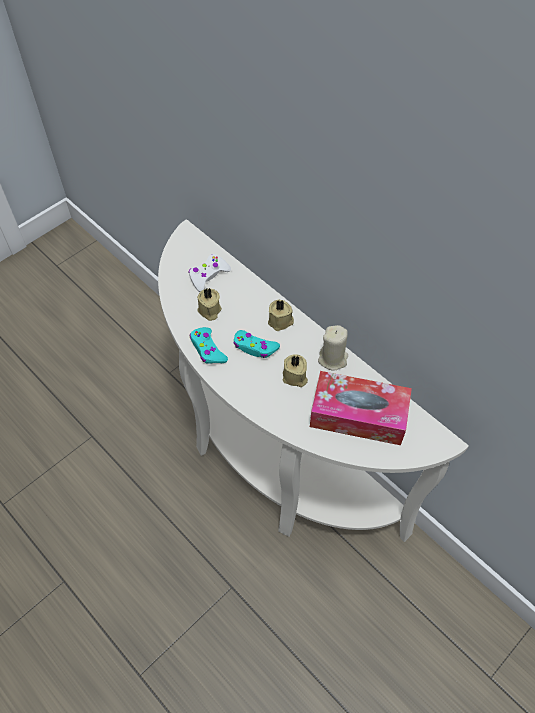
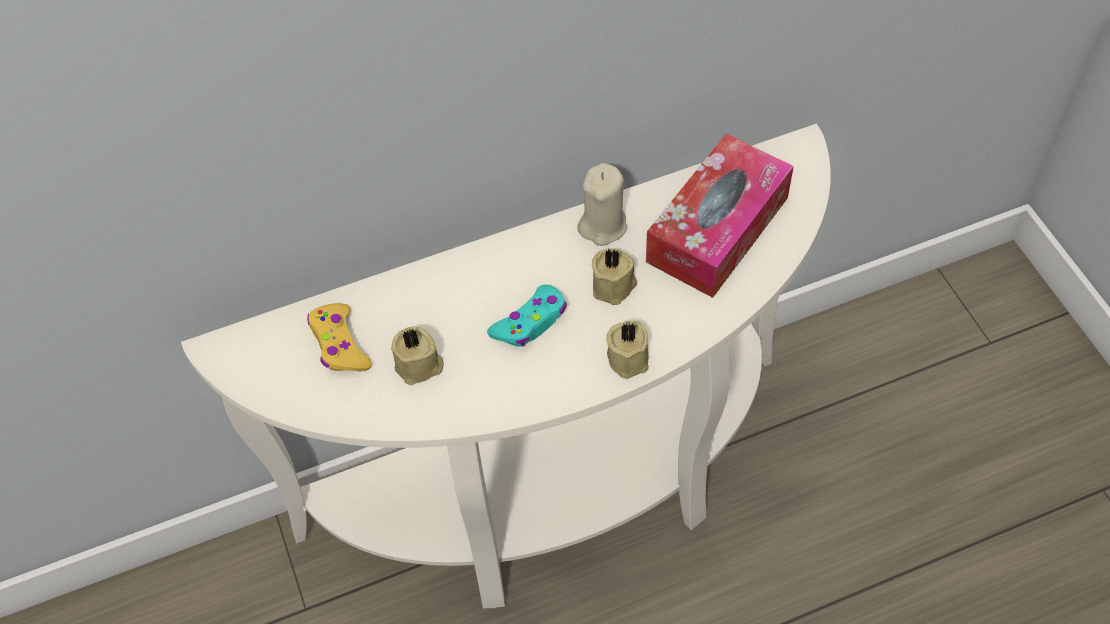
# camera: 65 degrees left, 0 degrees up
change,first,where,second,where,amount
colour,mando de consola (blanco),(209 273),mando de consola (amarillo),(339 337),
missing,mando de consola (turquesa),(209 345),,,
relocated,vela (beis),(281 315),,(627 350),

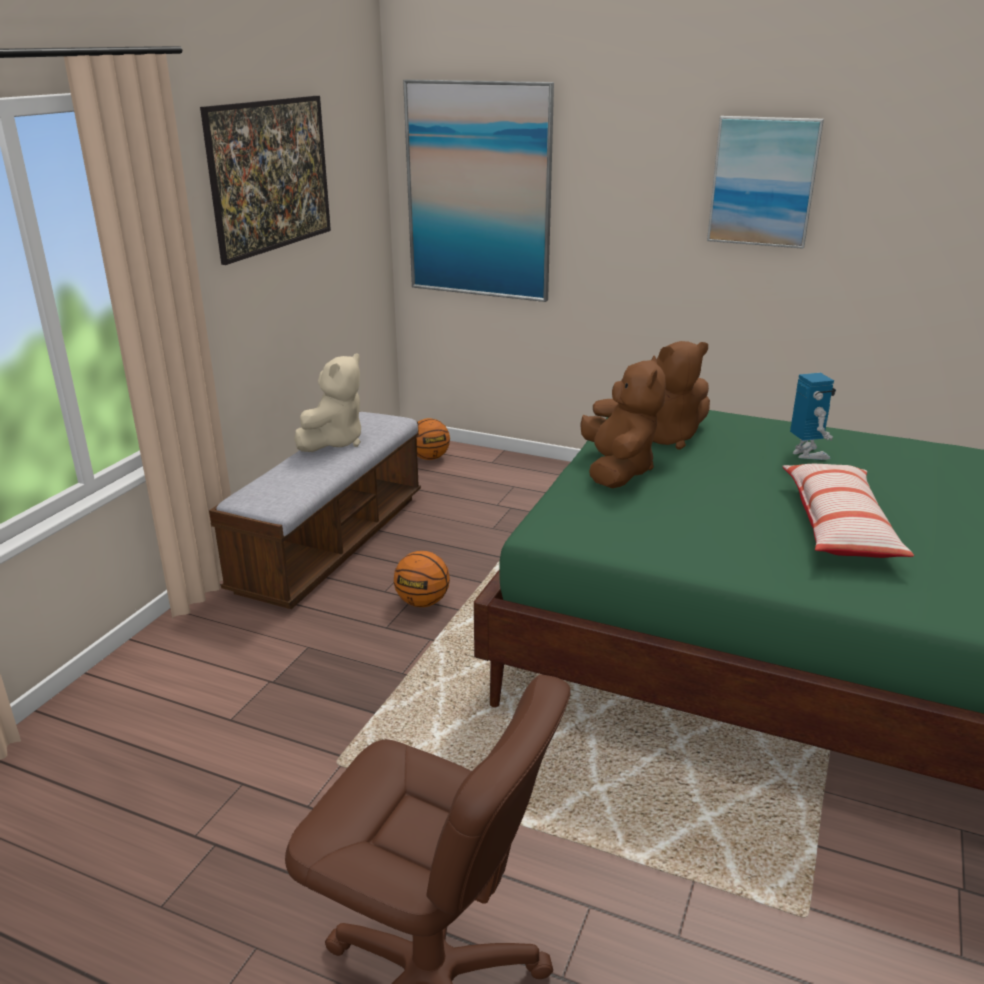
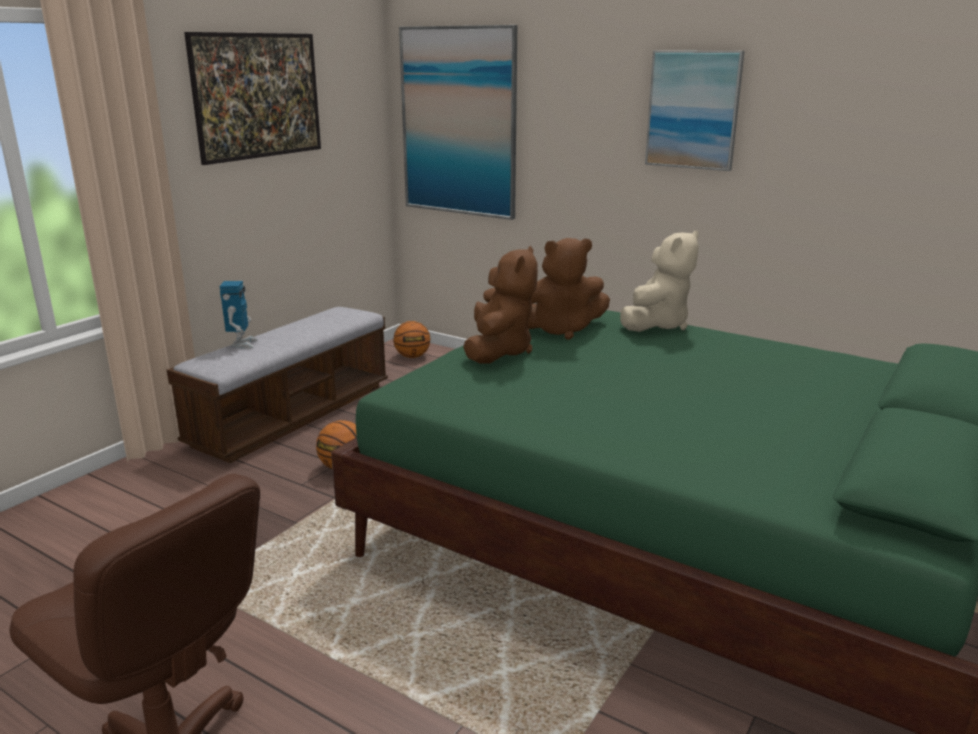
# camera: 10 degrees right, 5 degrees down
change,first,where,second,where,amount
relocated,peluche (beis),(327 402),,(659 281),
missing,cojín,(848 511),,,
relocated,robot de juguete,(813 416),,(239 315),

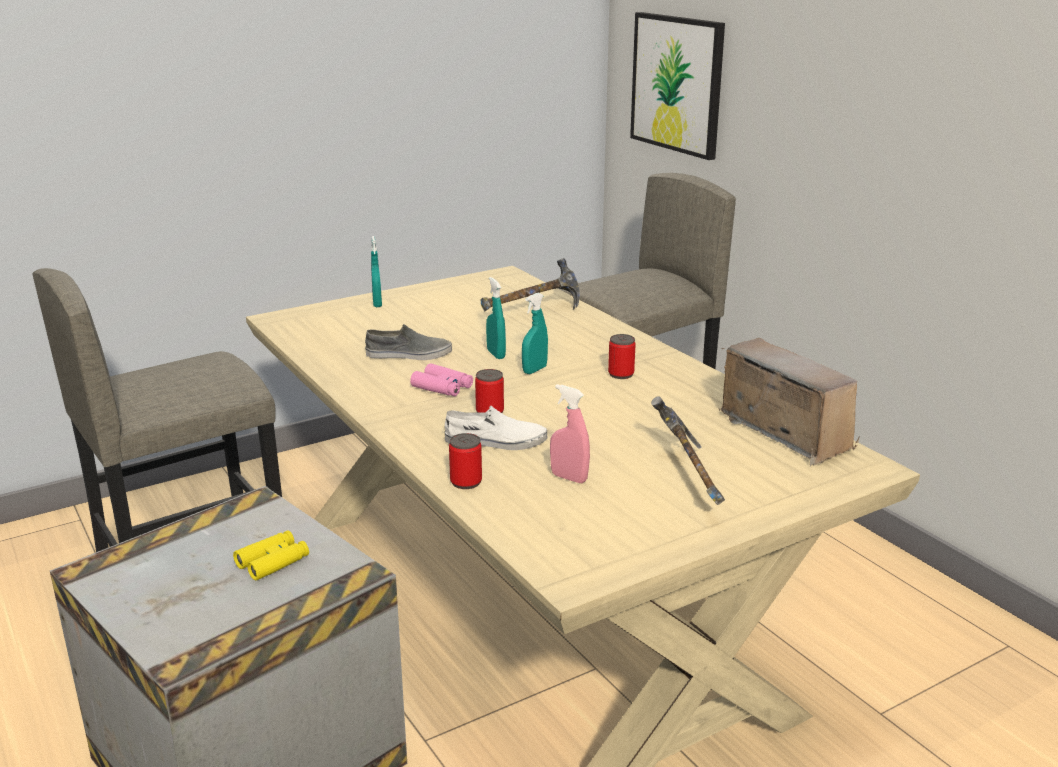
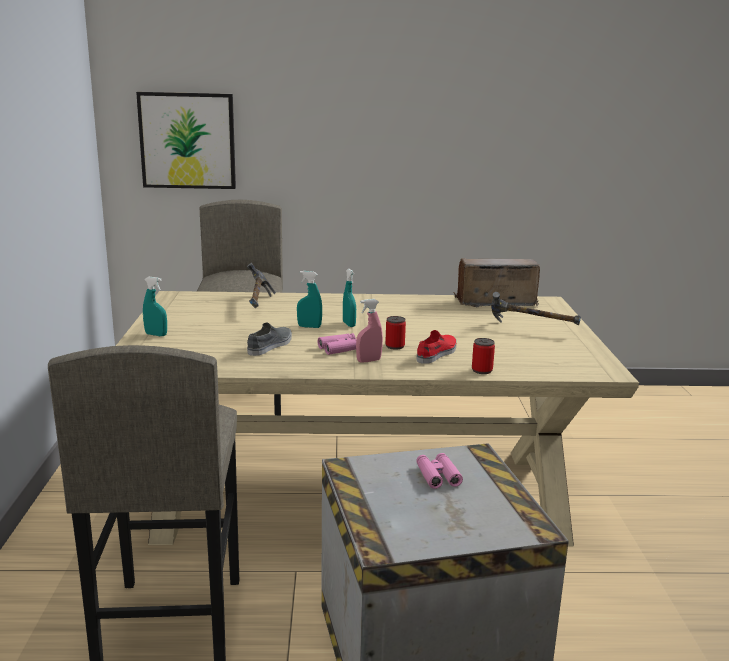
# camera: 60 degrees left, 5 degrees down
change,first,where,second,where,amount
colour,prismáticos (amarillo),(271 555),prismáticos (rosa),(439 471),
colour,zapato (blanco),(496 428),zapato (rojo),(436 347),
relocated,pulverizador (rosa),(570 433),,(369 331),
missing,lata,(622 356),,,

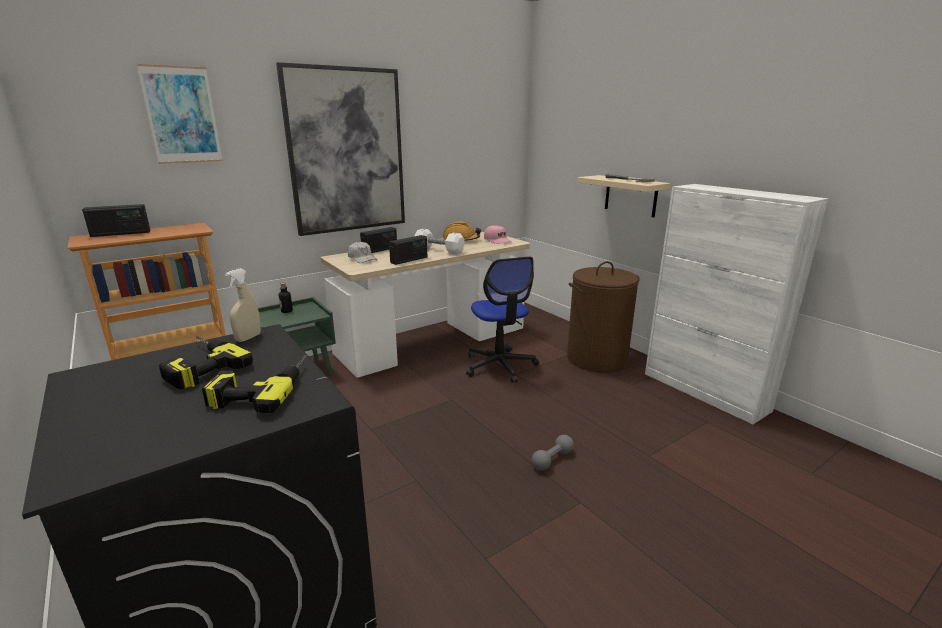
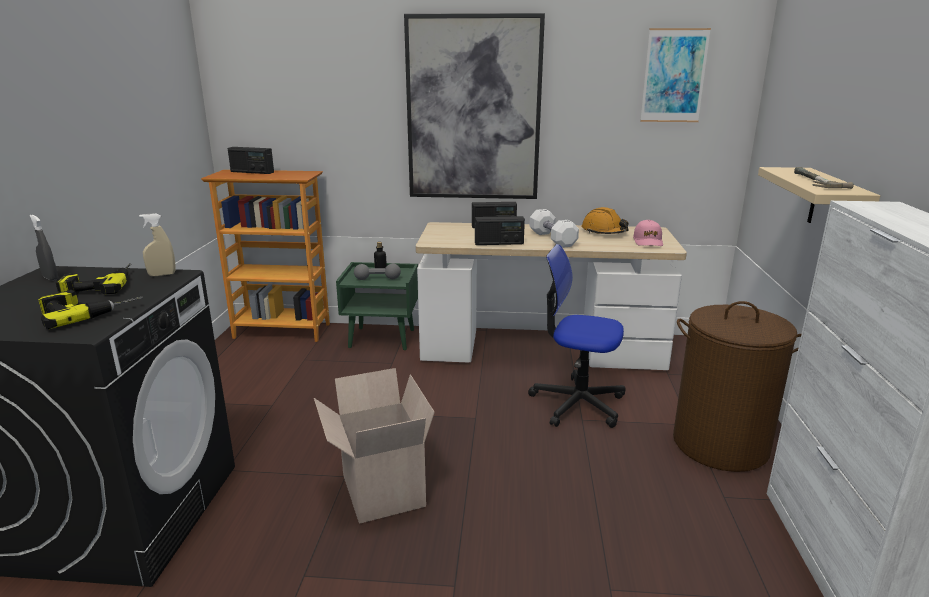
# camera: 40 degrees right, 0 degrees up
change,first,where,second,where,amount
relocated,cuadro,(180 114),,(675 75),
missing,gorra (blanco),(362 252),,,
spun,silla de oficina,(502 319),,(577 336),90 degrees clockwise
relocated,mancuerna (gris),(553 452),,(377 271),
appeared,,,pulverizador (gris),(44 248),
appeared,,,caja de cartón,(374 446),

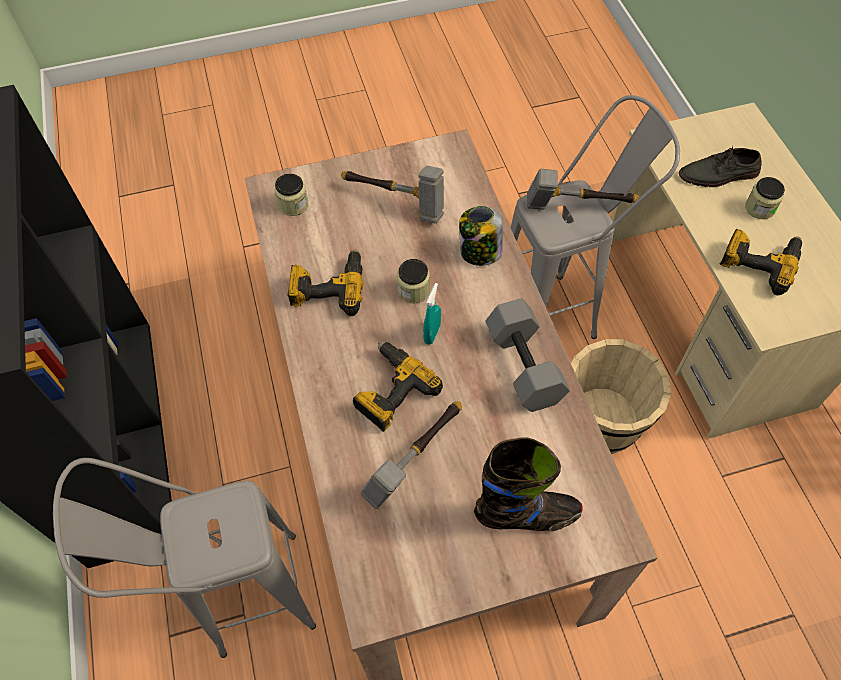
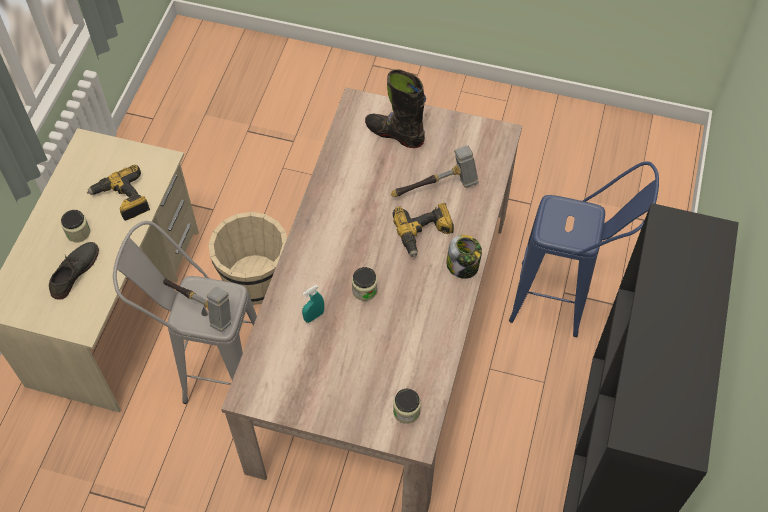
# camera: 150 degrees left, 0 degrees up
change,first,where,second,where,amount
colour,taburete (gris),(184 558),taburete (azul),(584 249),
missing,taladro,(325 282),,,
missing,martillo,(392 194),,,
relocated,pulverizador (turquesa),(432 314),,(313 304),
relocated,tarro,(481 236),,(464 257),
missing,mancuerna (gris),(527 355),,,
spun,zapato (gris),(720 166),,(74 271),90 degrees counterclockwise

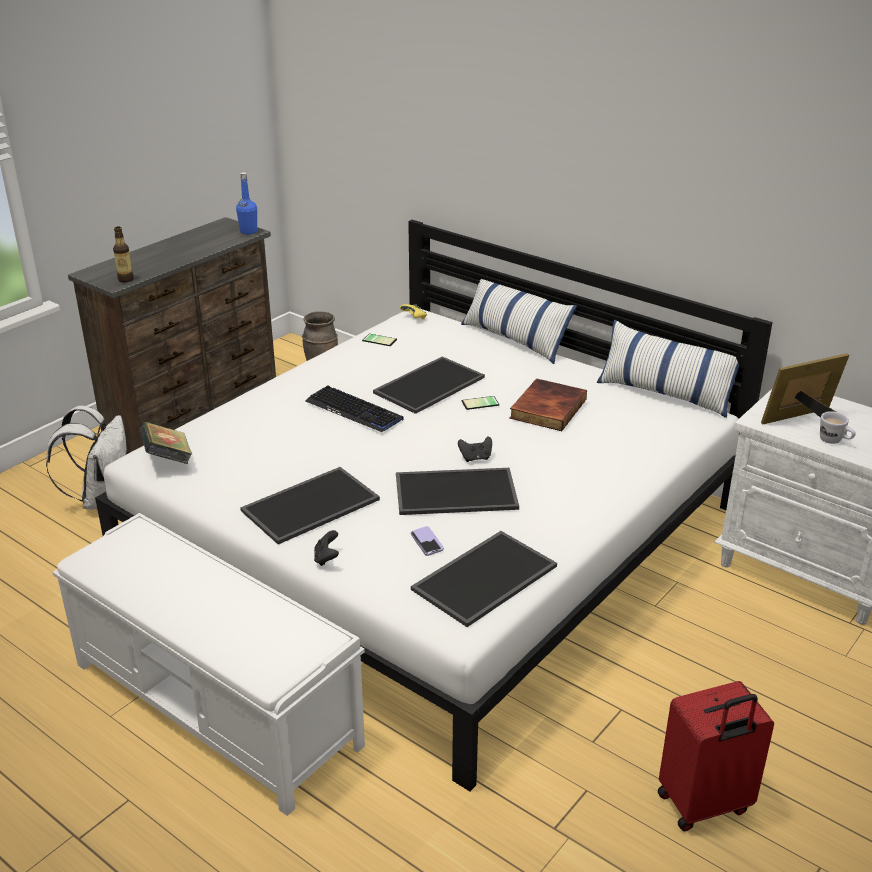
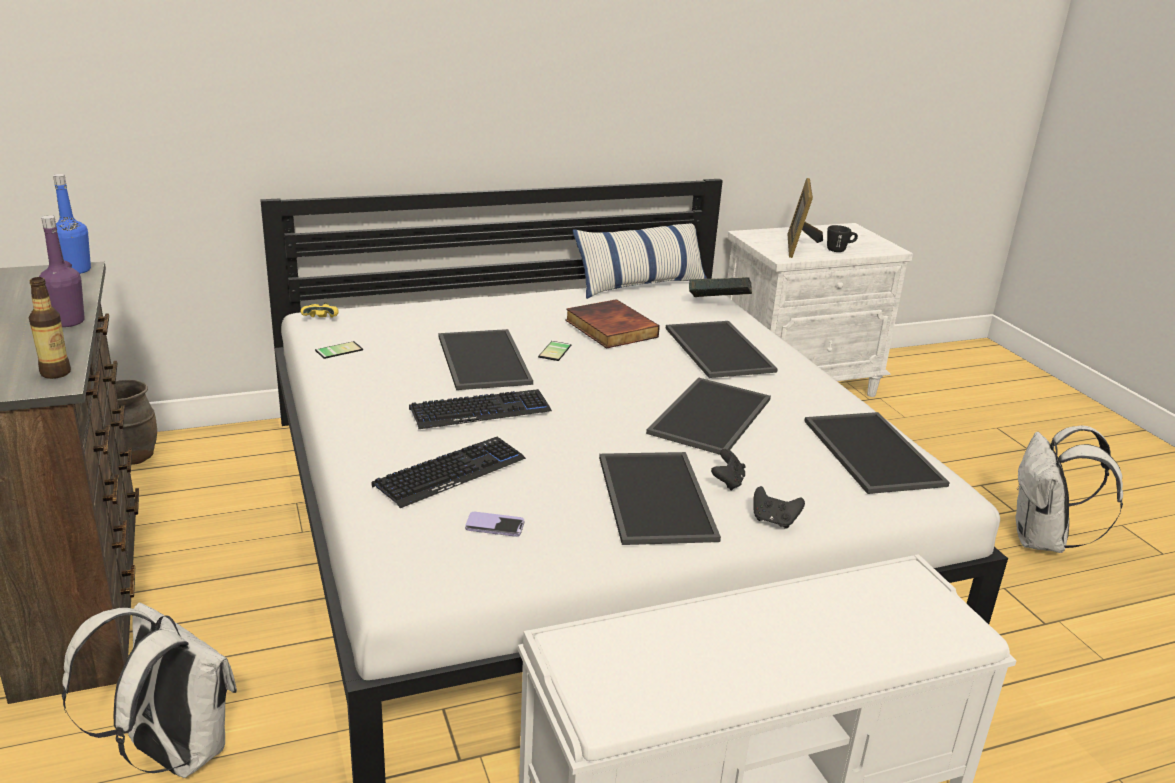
# camera: 60 degrees left, 5 degrees down
change,first,where,second,where,amount
relocated,libro,(166 443),,(720 287),
relocated,móvil,(427 541),,(494 524),
relocated,mando de consola (negro),(475 449),,(728 470),
missing,cojín,(519 321),,,
exchanged,maleta (rojo),(716 756),mochila (blanco),(1069 489),
colour,taza grande (blanco),(838 427),taza grande (negro),(842 238),
appeared,,,botella (morado),(62 271),
appeared,,,teclado,(448 472),
appeared,,,bandeja,(722 349),

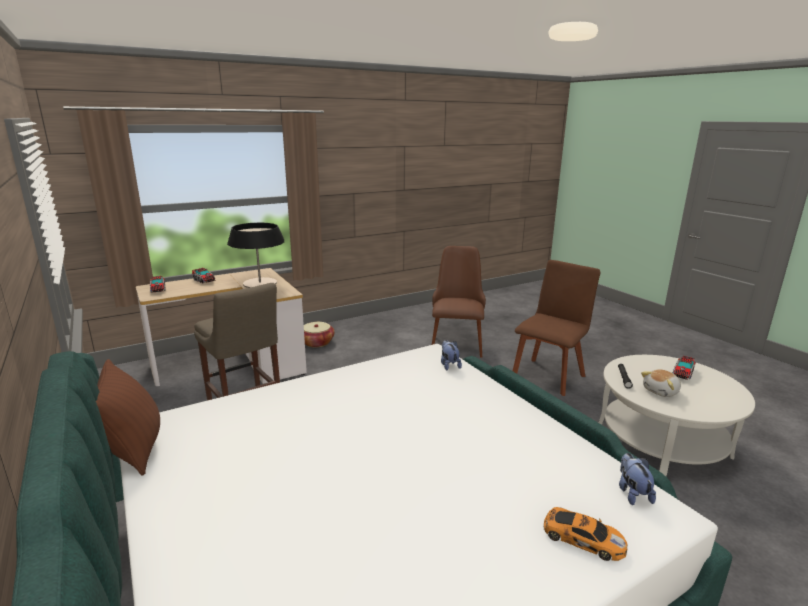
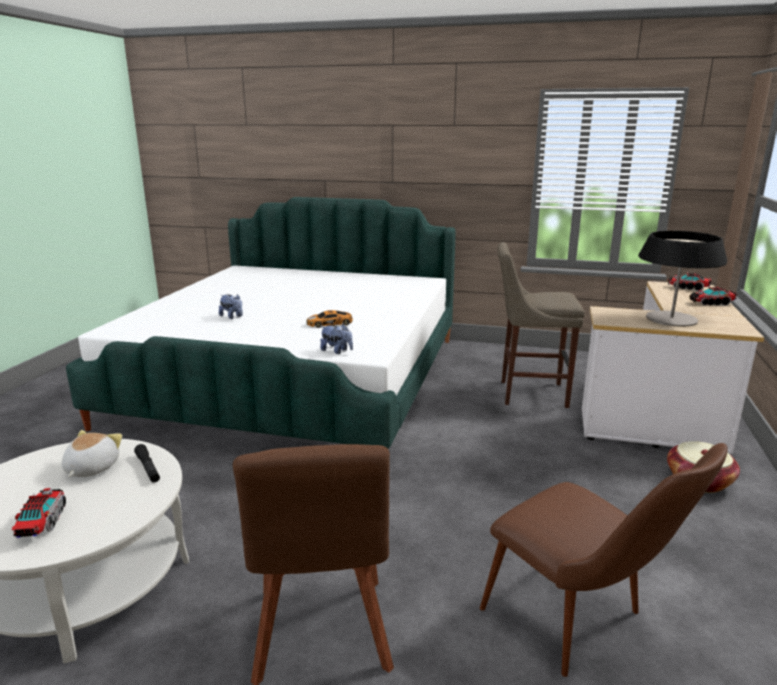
# camera: 135 degrees right, 0 degrees up
change,first,where,second,where,amount
missing,cojín (marrón),(128 417),,,
relocated,coche de juguete,(585 534),,(329 319),
relocated,peluche,(637 479),,(231 306),

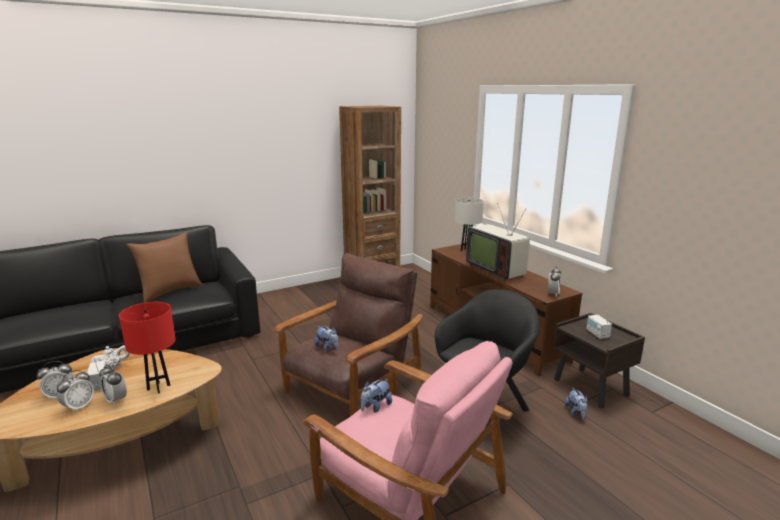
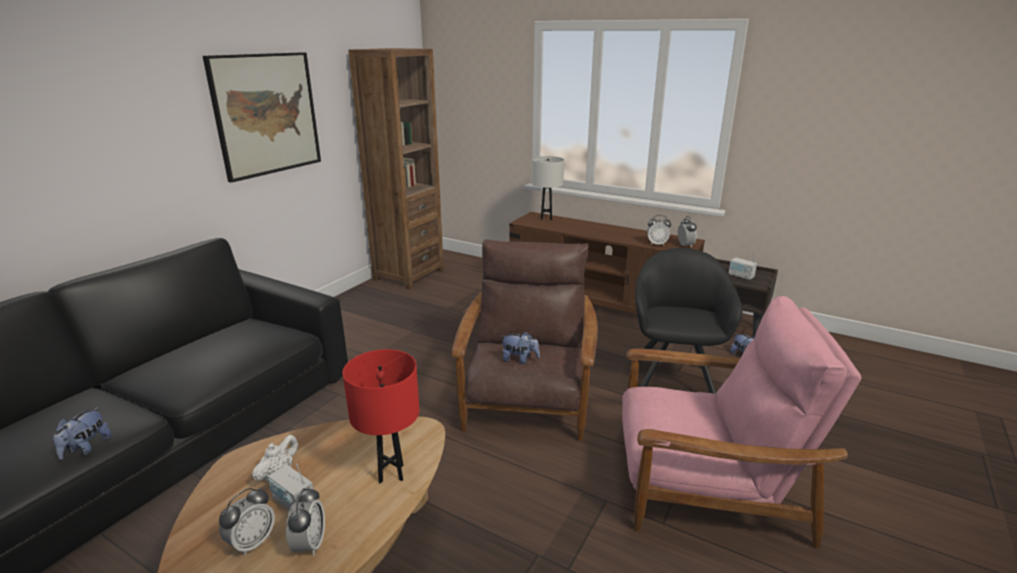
# camera: 30 degrees left, 5 degrees up
change,first,where,second,where,amount
relocated,despertador,(113 384),,(659 230),
missing,cojín (marrón),(164 267),,,
relocated,peluche,(376 396),,(82 433),
missing,televisor,(498 242),,,
appeared,,,cuadro,(262 117),

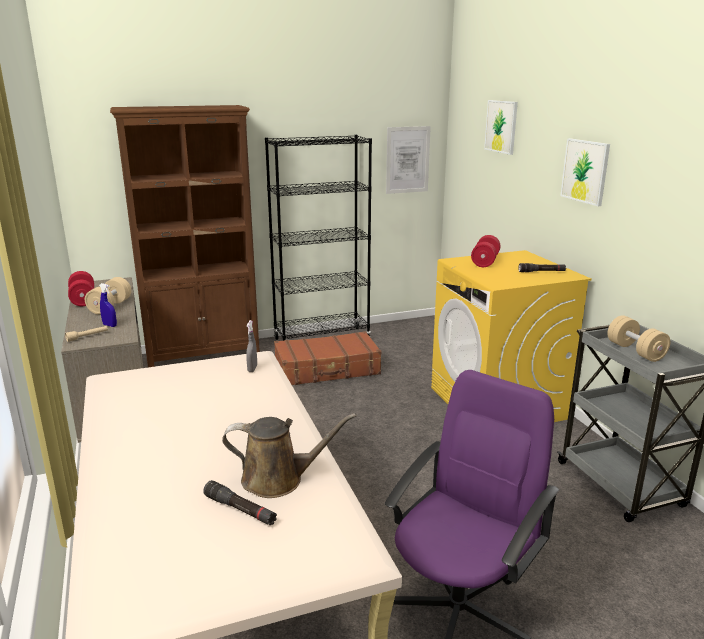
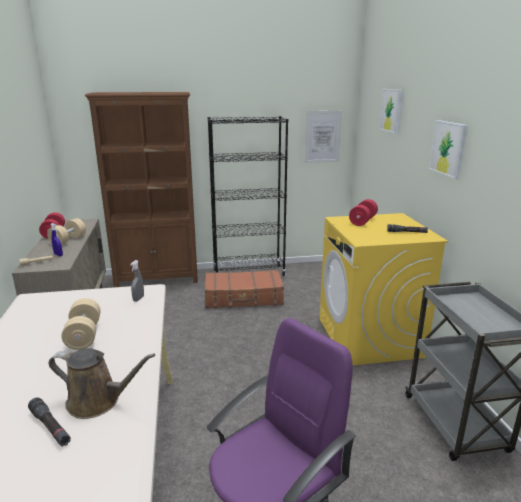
# camera: 10 degrees right, 0 degrees up
change,first,where,second,where,amount
relocated,mancuerna (beis),(638 338),,(81 324),

